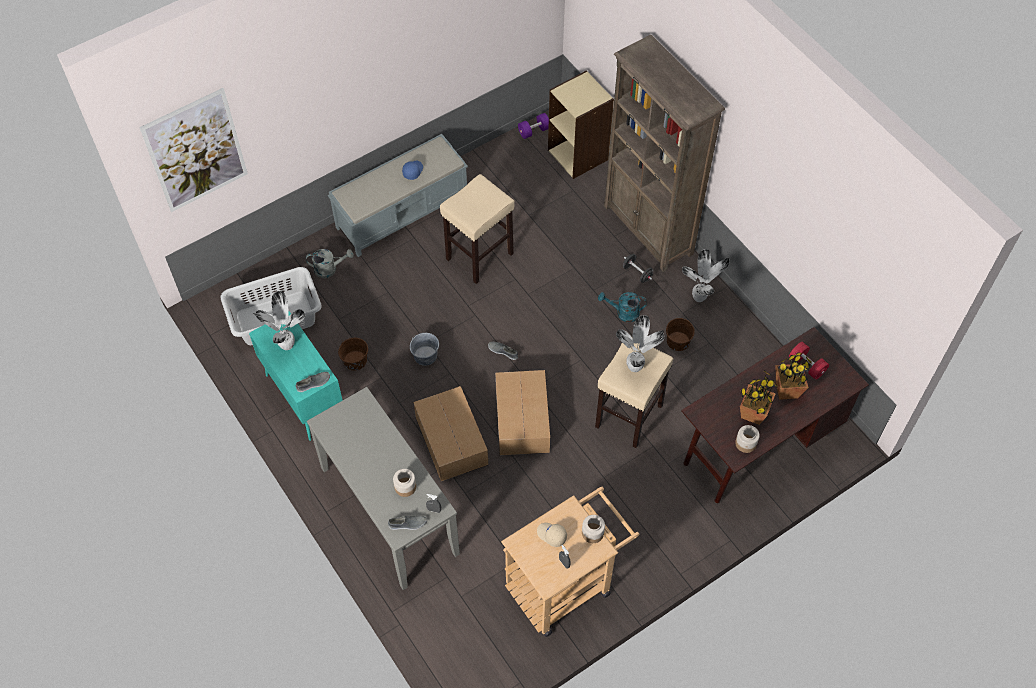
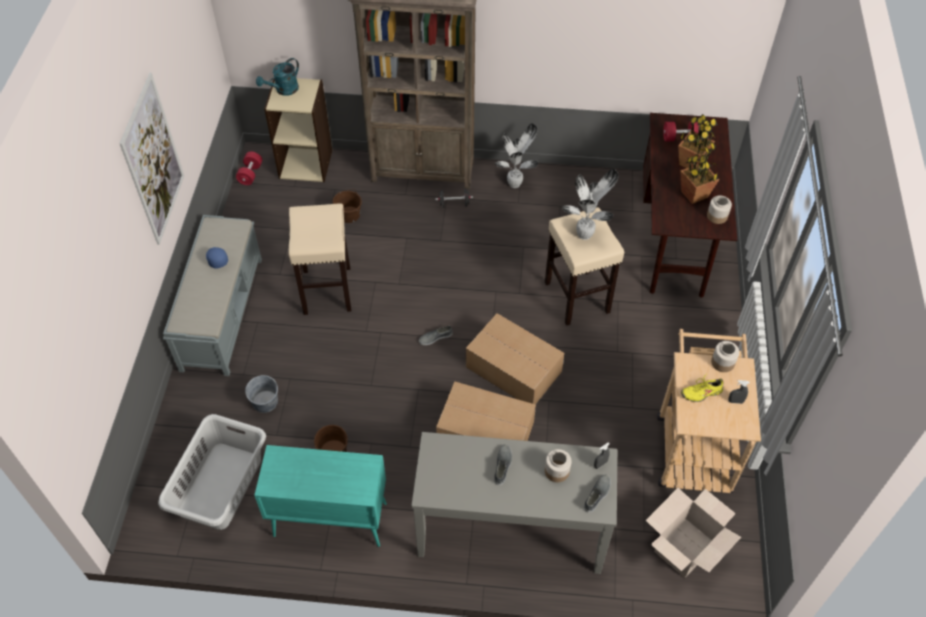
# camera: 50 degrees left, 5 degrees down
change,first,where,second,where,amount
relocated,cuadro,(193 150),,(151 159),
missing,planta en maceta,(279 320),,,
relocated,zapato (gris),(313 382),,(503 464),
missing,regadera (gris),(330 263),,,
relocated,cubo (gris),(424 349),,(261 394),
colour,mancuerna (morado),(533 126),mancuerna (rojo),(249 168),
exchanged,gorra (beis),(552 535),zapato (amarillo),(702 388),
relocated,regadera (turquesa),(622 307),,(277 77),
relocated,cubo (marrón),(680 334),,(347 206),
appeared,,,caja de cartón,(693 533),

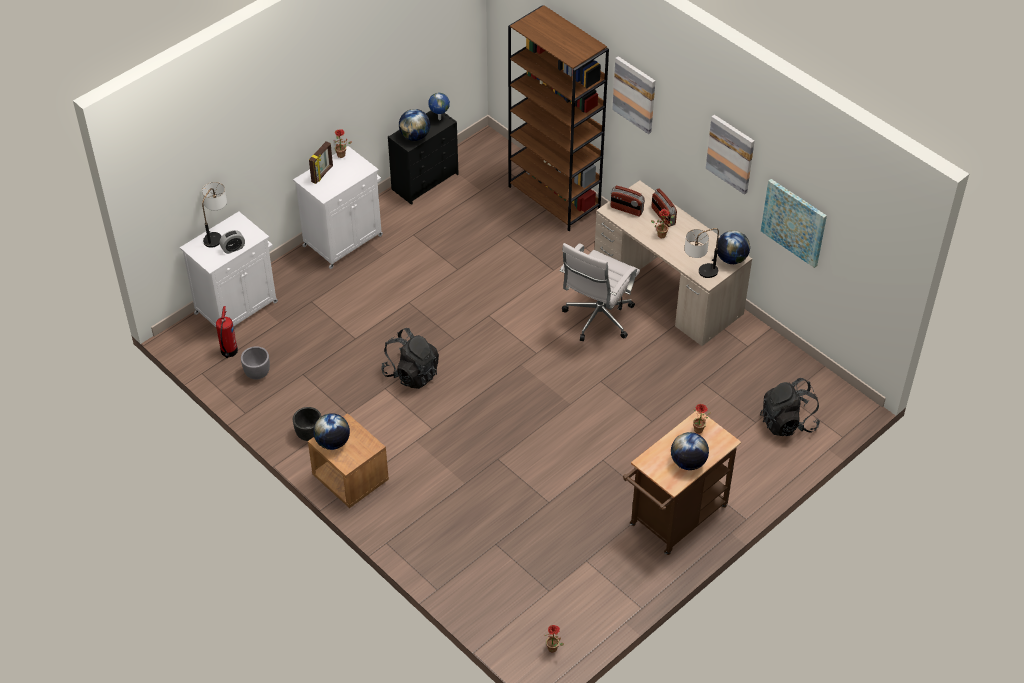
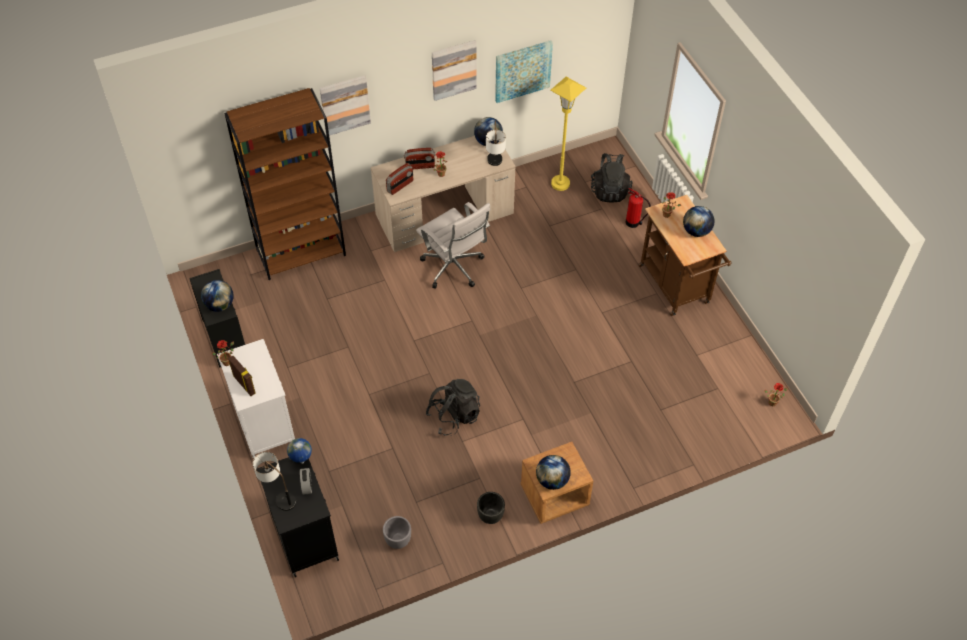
# camera: 70 degrees left, 5 degrees up
change,first,where,second,where,amount
colour,armario (blanco),(229 269),armario (negro),(297 517),
relocated,extintor,(227 332),,(638 208),
relocated,globo terráqueo,(439 106),,(299 451),
appeared,,,lámpara de pie (amarillo),(568 134),

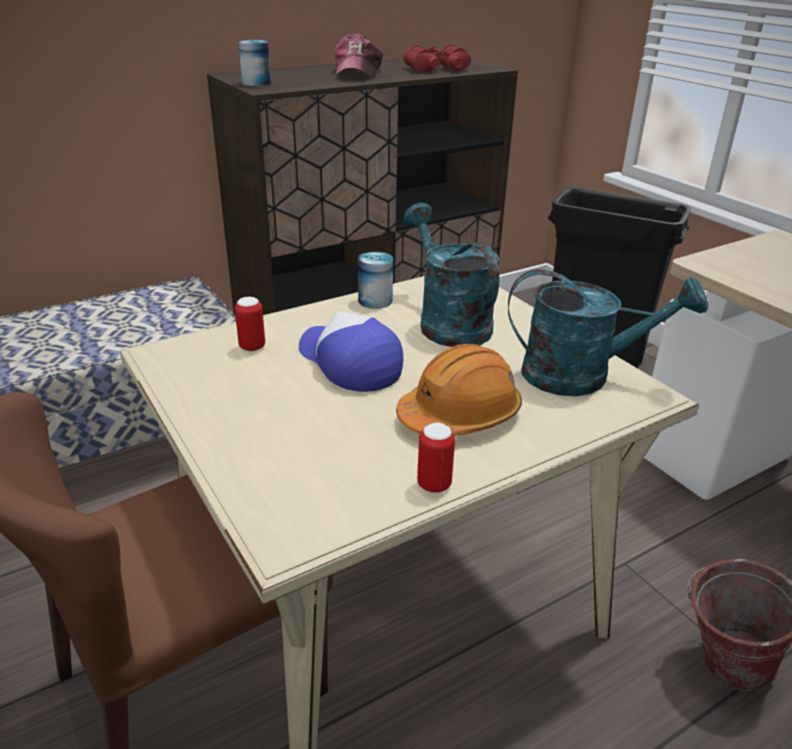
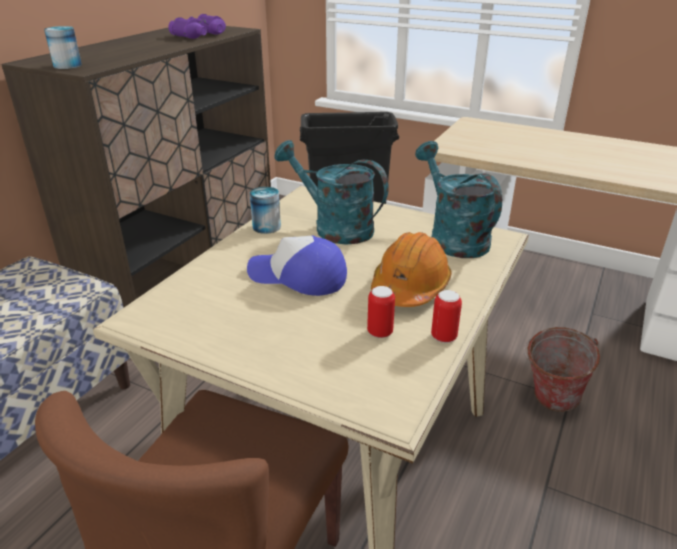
# camera: 30 degrees left, 0 degrees up
change,first,where,second,where,amount
relocated,lata,(250 324),,(381 312),
missing,gorra,(359 55),,,
colour,prismáticos (rojo),(437 58),prismáticos (morado),(197 26),
spun,regadera (turquesa),(608 332),,(458 199),90 degrees counterclockwise

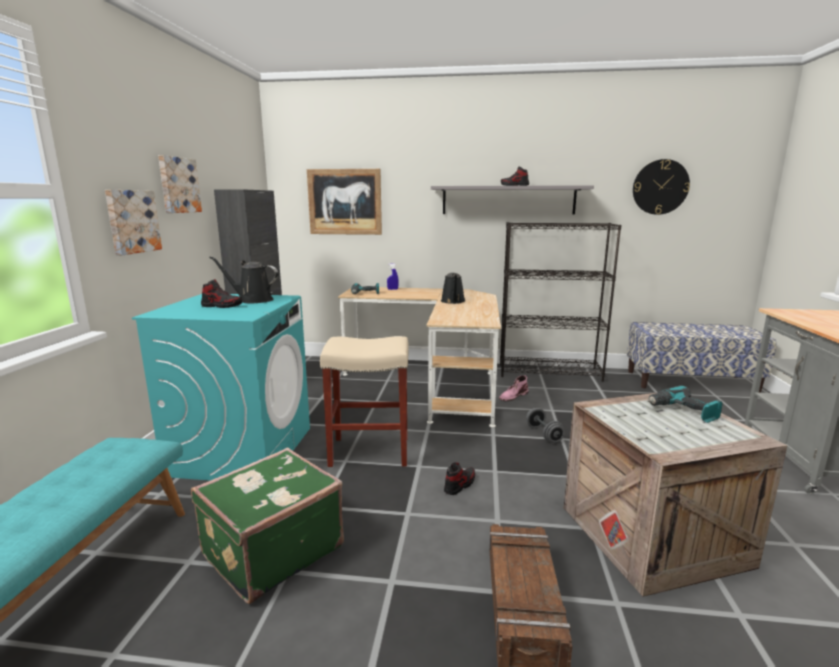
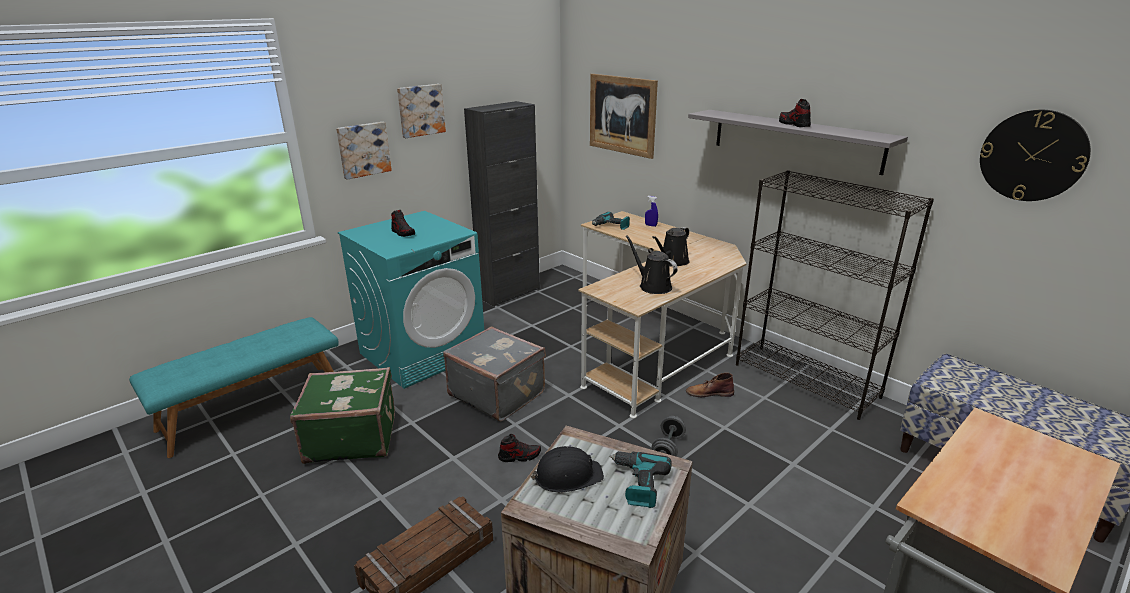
# camera: 40 degrees right, 10 degrees up
change,first,where,second,where,amount
relocated,regadera (negro),(243 279),,(652 265),
exchanged,taburete (beis),(364 401),maleta (gris),(494 373),
colour,bota (rosa),(514 388),bota (marrón),(710 385),
appeared,,,casco (negro),(567 469),

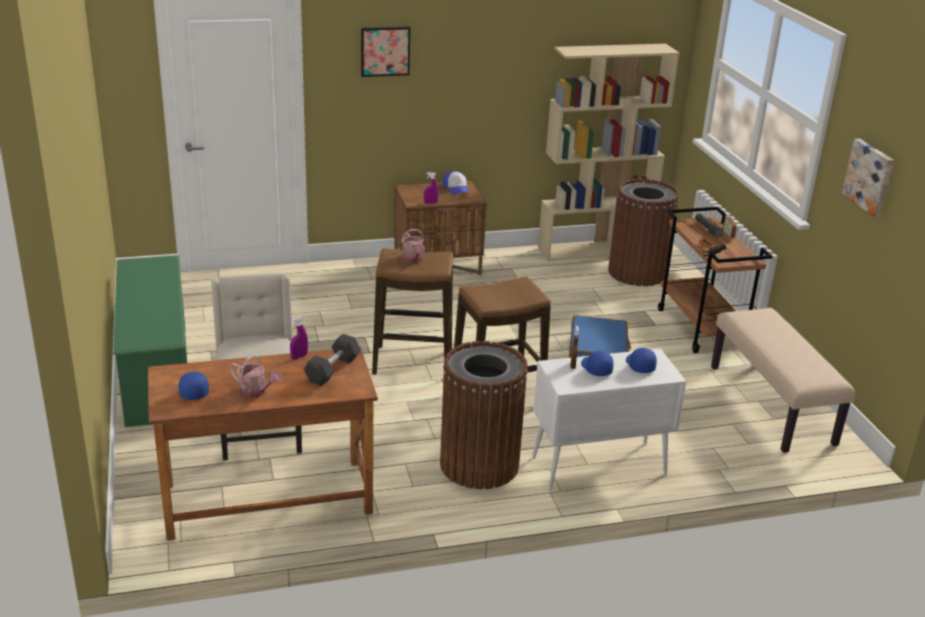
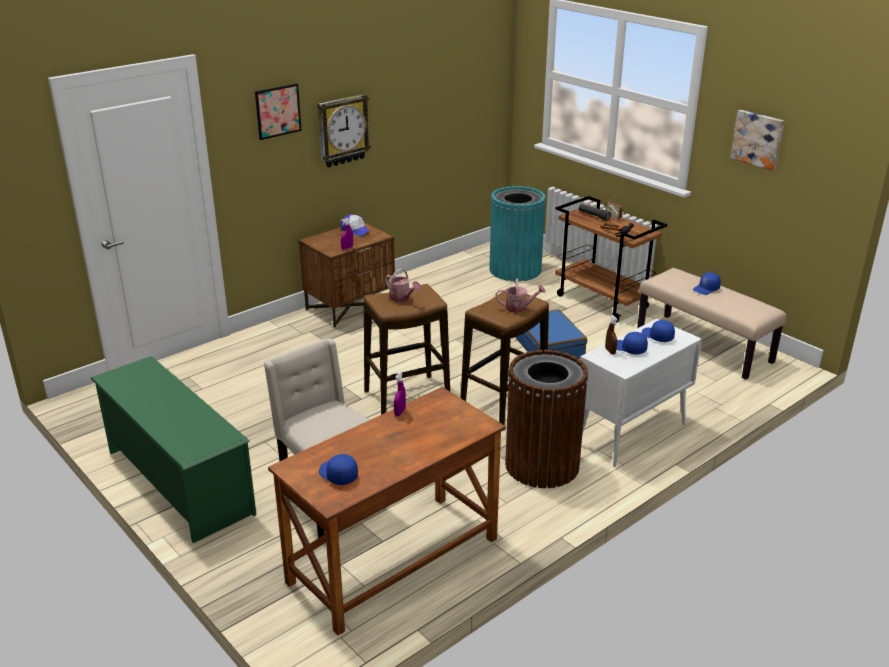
# camera: 25 degrees left, 0 degrees up
change,first,where,second,where,amount
relocated,regadera,(256 377),,(521 295),
missing,mancuerna (gris),(332 360),,,
missing,estantería (beis),(608 152),,,
colour,papelera (marrón),(643 232),papelera (turquesa),(517 233),
appeared,,,reloj de pared,(344 130),
appeared,,,gorra (azul),(707 283),

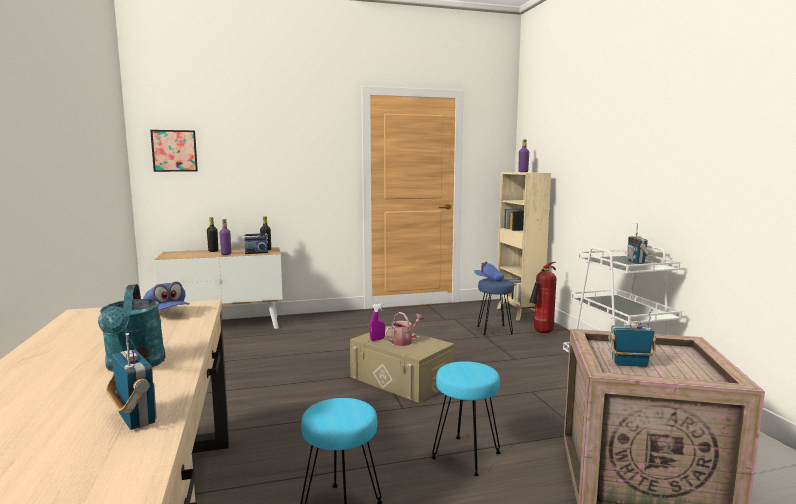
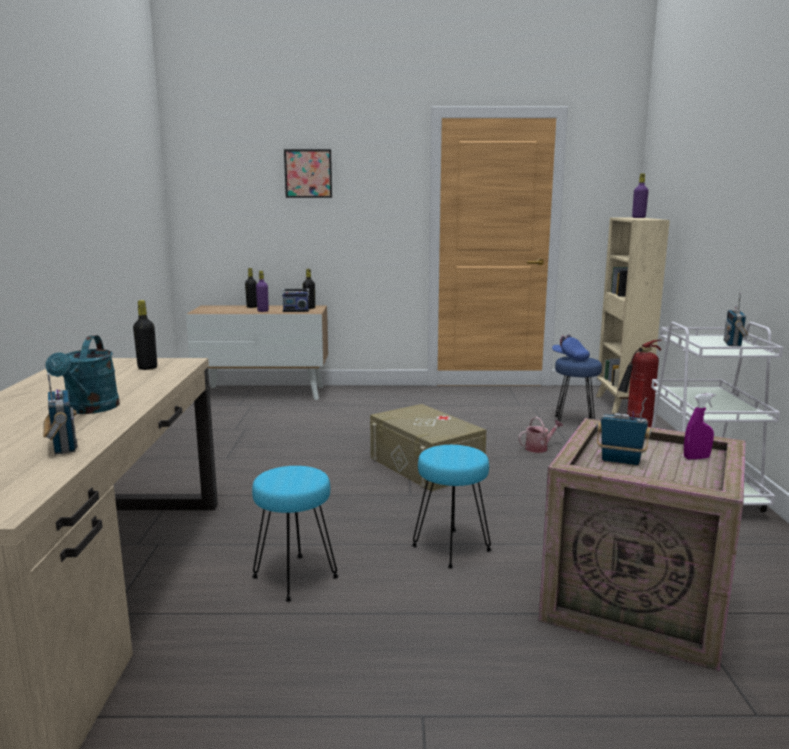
# camera: 15 degrees right, 5 degrees up
change,first,where,second,where,amount
exchanged,gorra (azul),(166 295),botella (negro),(145 335),
relocated,cuadro,(174 151),,(308 173),
relocated,pulverizador (morado),(377 322),,(699 426),
relocated,regadera,(404 329),,(540 435),

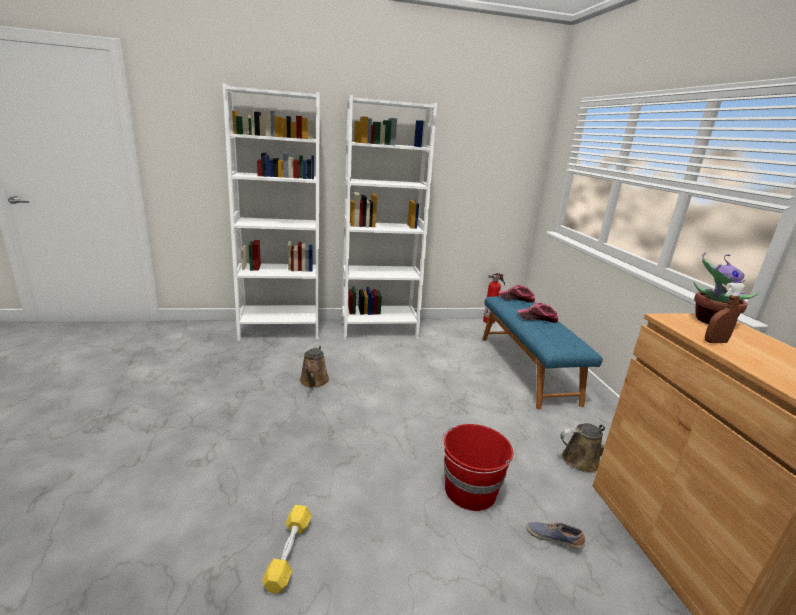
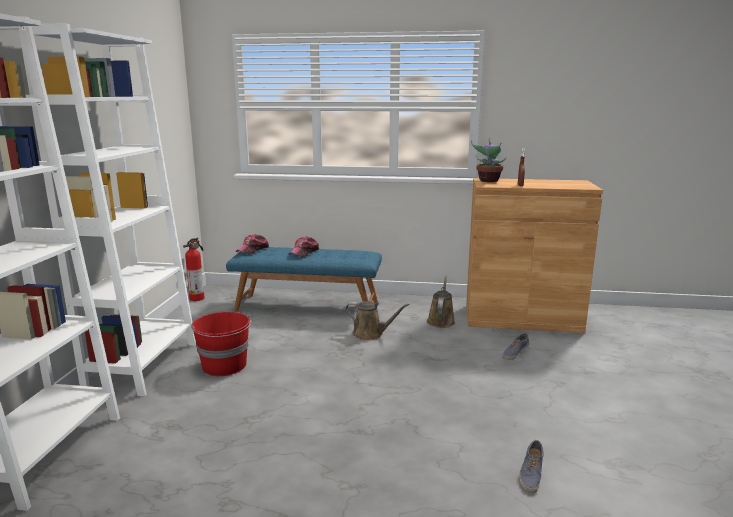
# camera: 70 degrees left, 5 degrees down
change,first,where,second,where,amount
exchanged,mancuerna (amarillo),(286 549),zapato,(531 466),
relocated,regadera (marrón),(314 366),,(377 320),
relocated,cubo (rojo),(477 467),,(221 344),

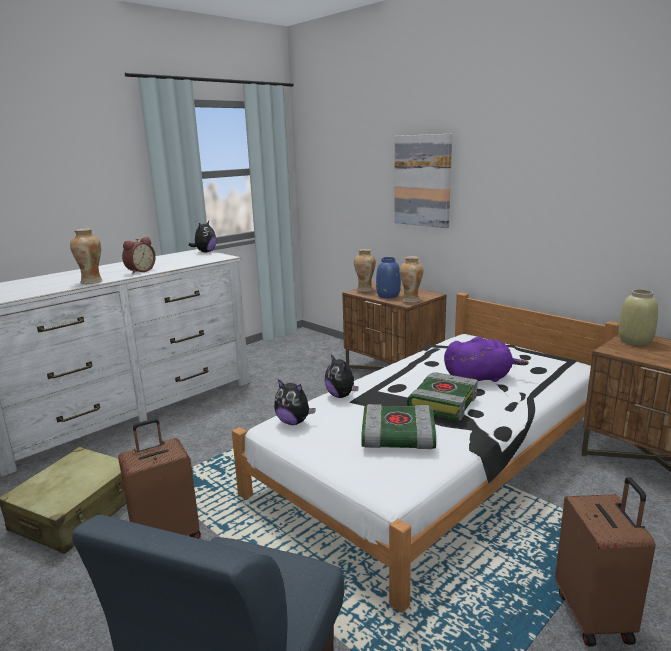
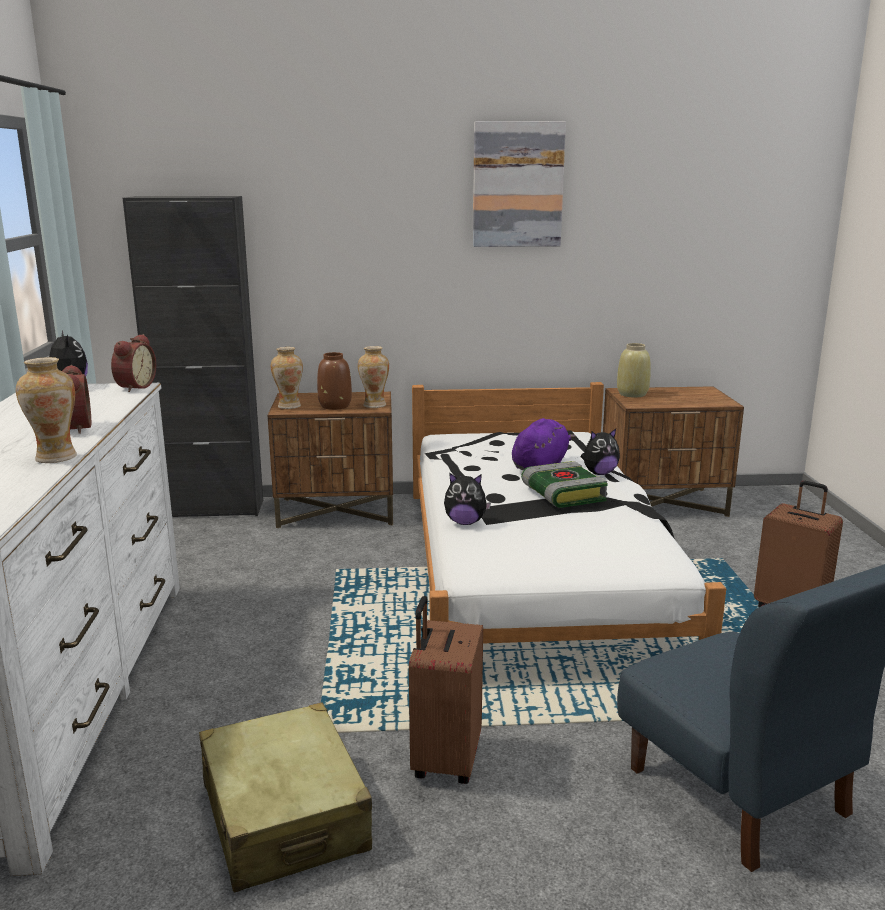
# camera: 50 degrees left, 0 degrees up
change,first,where,second,where,amount
relocated,peluche,(295 402),,(600 452),
missing,libro,(398 426),,,
colour,florero (azul),(388 277),florero (marrón),(334 381),
relocated,cuadro,(423 181),,(519 184),
appeared,,,despertador,(133 363),
appeared,,,armario (negro),(193 356),

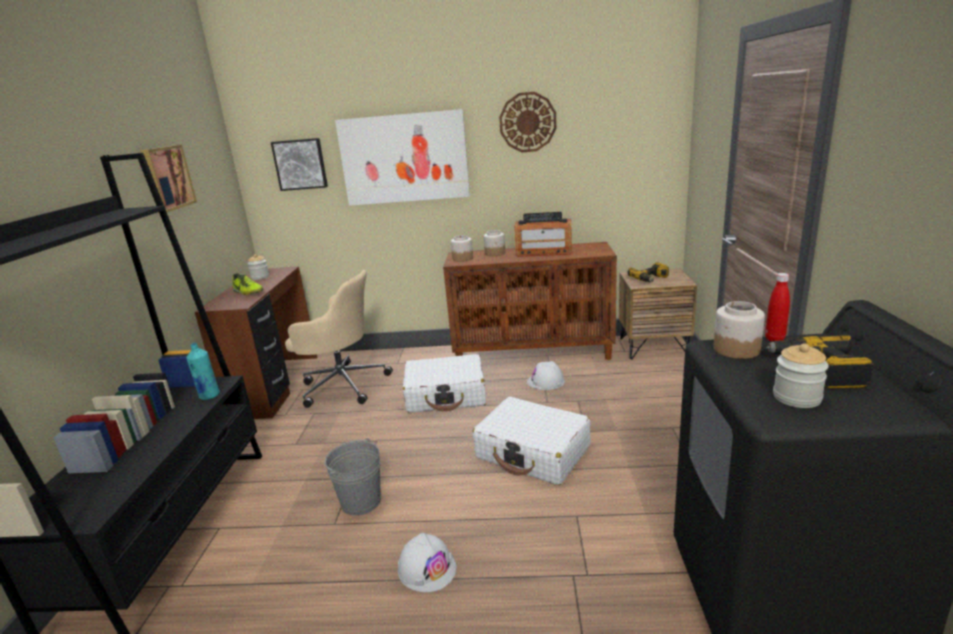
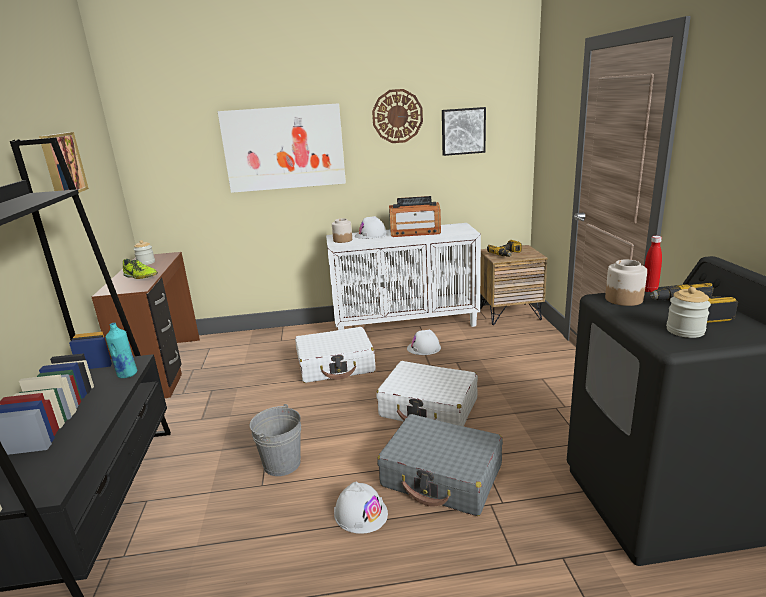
# camera: 10 degrees left, 0 degrees up
change,first,where,second,where,amount
relocated,cuadro,(299 164),,(464 131),
missing,silla de oficina (beis),(339 339),,,
colour,armario (marrón),(530 301),armario (blanco),(403 276),
exchanged,tarro,(494 243),casco (blanco),(371 227),
appeared,,,maleta (gris),(440 465),

